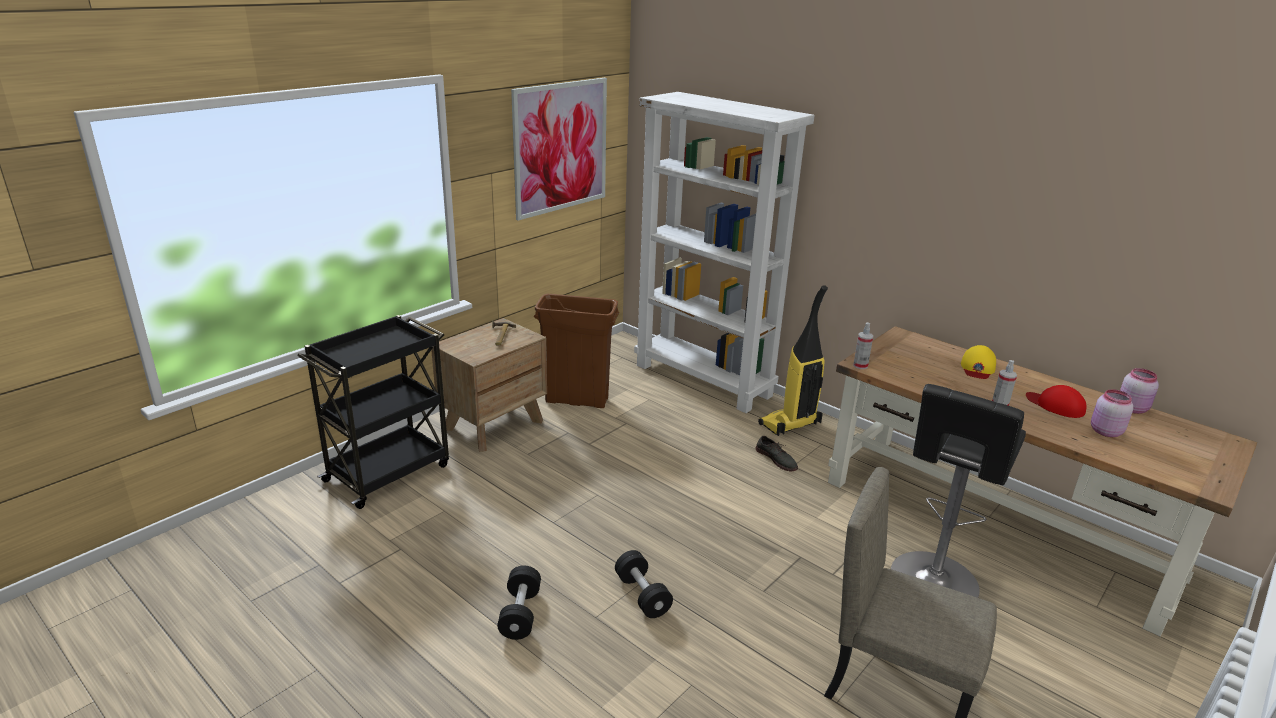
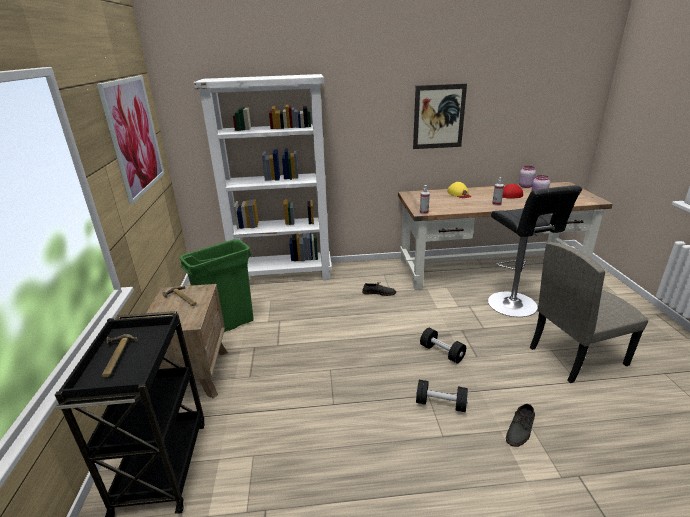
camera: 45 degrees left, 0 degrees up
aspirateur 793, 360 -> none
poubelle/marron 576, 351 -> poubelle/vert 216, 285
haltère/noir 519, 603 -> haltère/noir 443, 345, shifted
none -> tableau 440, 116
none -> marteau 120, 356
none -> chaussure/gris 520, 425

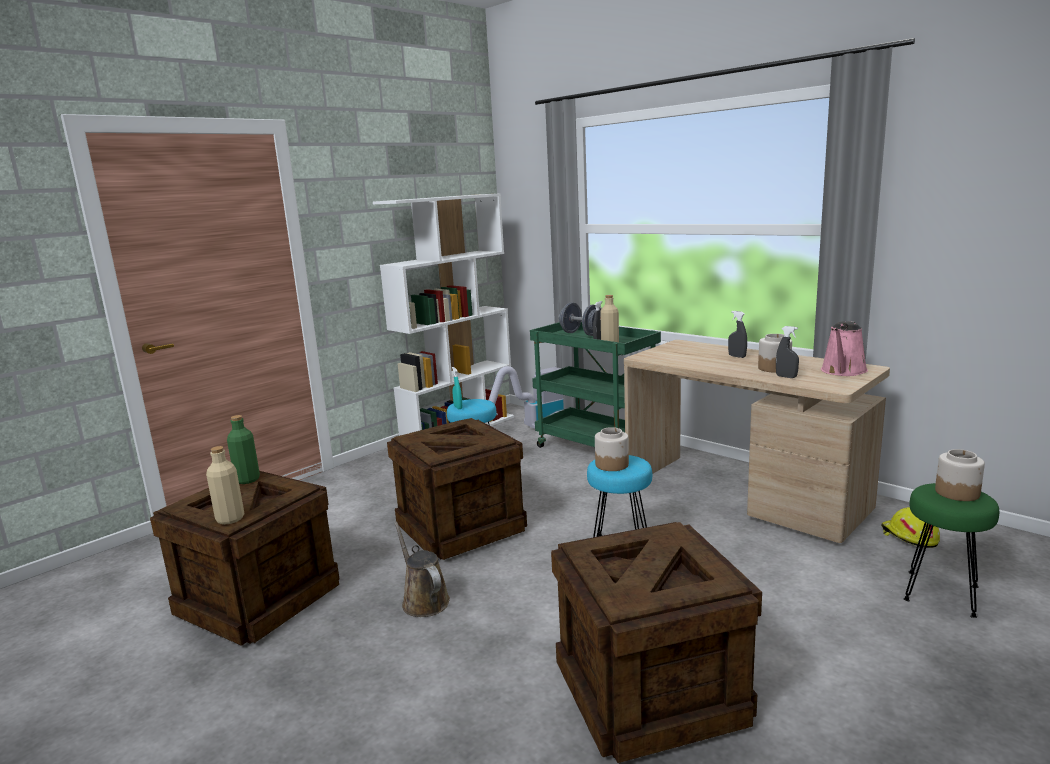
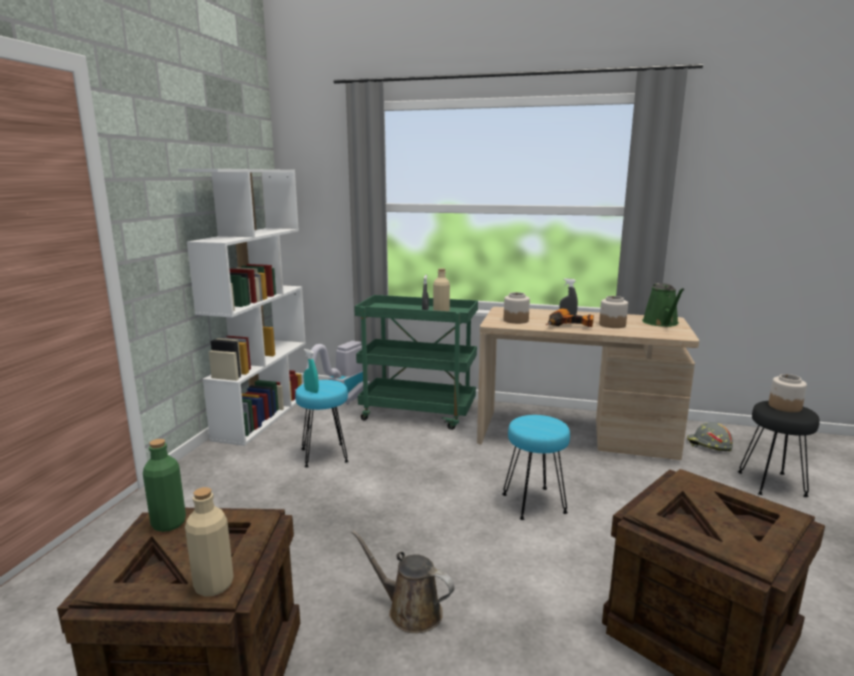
camera: 30 degrees left, 0 degrees up
haltère/gris 579, 319 -> none
arrosoir/rose 844, 348 -> arrosoir/vert 663, 305
vaporisateur/gris 787, 352 -> none
caisse 457, 489 -> none
bocal 612, 449 -> bocal 517, 308, shifted
tabouret/vert 951, 550 -> tabouret/noir 779, 449
casque de chantier/jaune 910, 527 -> casque de chantier/gris 710, 436
none -> perceuse 570, 318

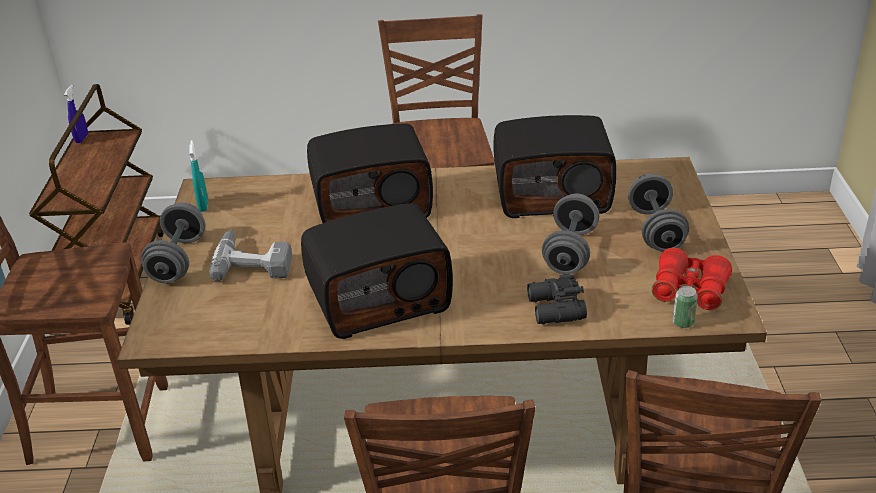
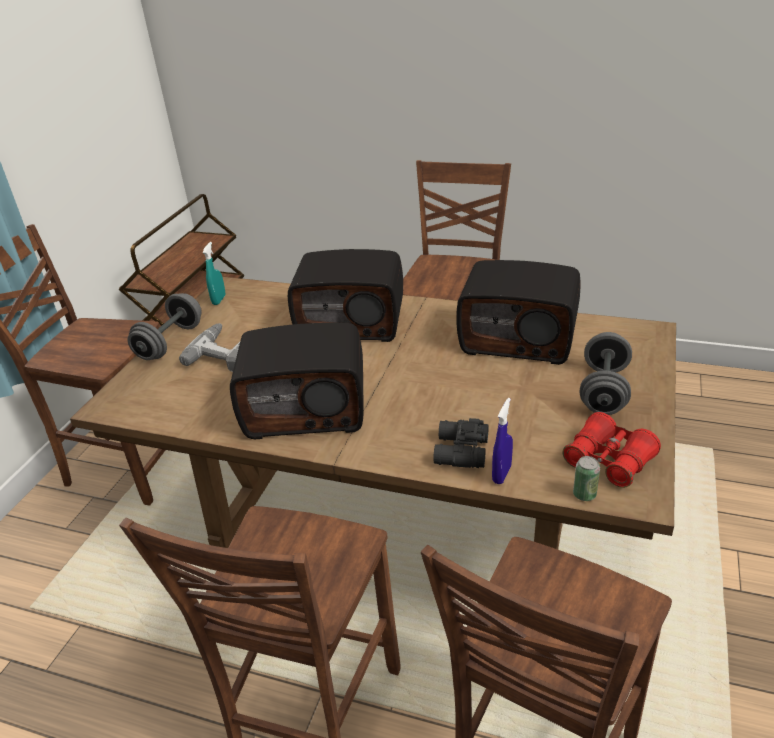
camera: 20 degrees right, 0 degrees up
vaporisateur/bleu 76, 114 -> vaporisateur/bleu 502, 441, shifted
haltère/gris 570, 233 -> none

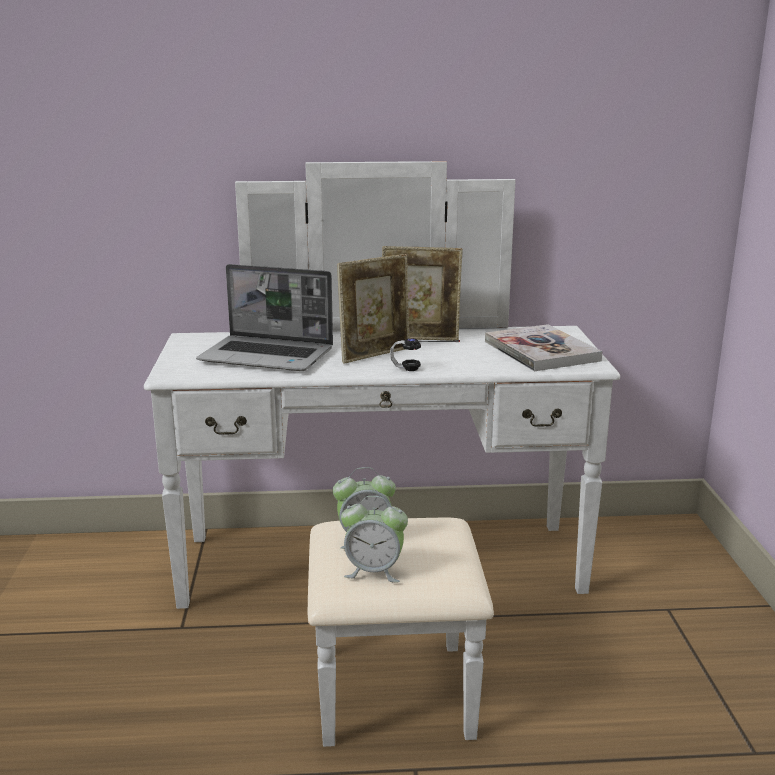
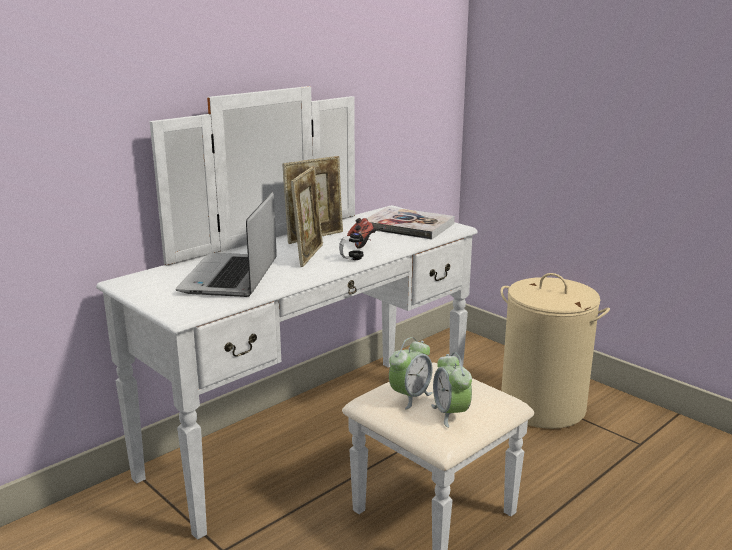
camera: 40 degrees left, 0 degrees up
ordinateur portable 264, 317 -> ordinateur portable 226, 244, 120 degrees clockwise
réveil 374, 539 -> réveil 451, 390, 105 degrees clockwise
none -> manette 361, 233
none -> panier à linge/beige 555, 351

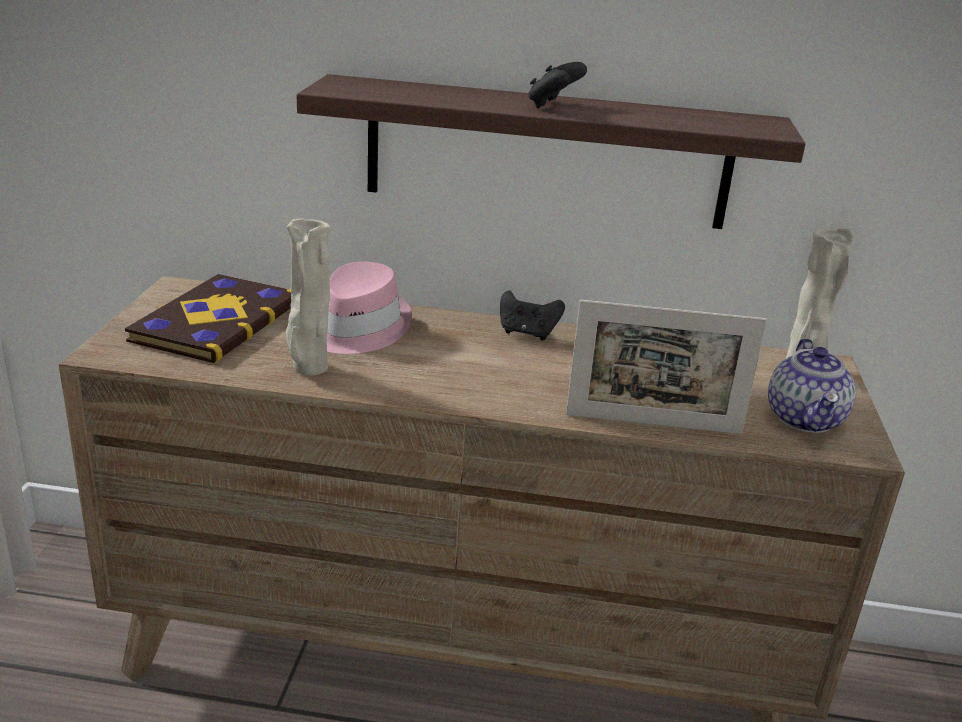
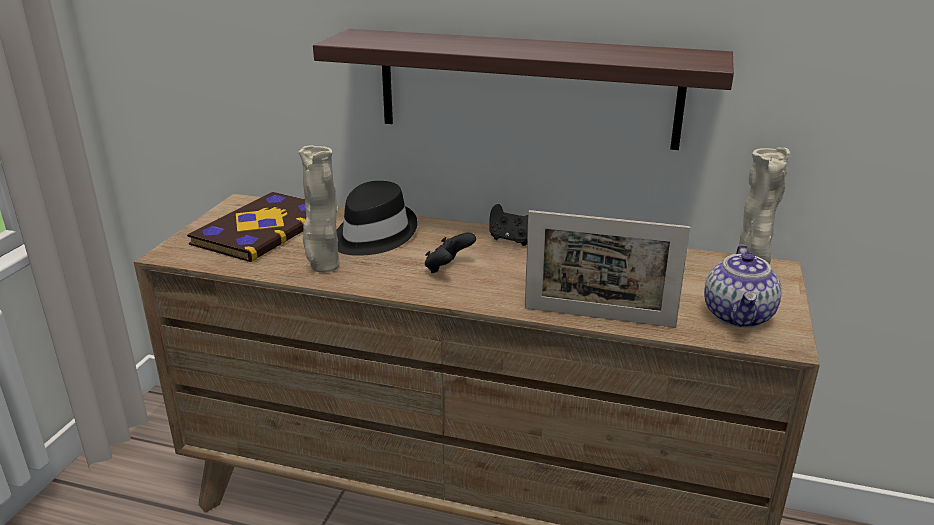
camera: 10 degrees right, 0 degrees up
manette/noir 557, 85 -> manette/noir 450, 252, shifted
chapeau/rose 369, 308 -> chapeau/noir 377, 218

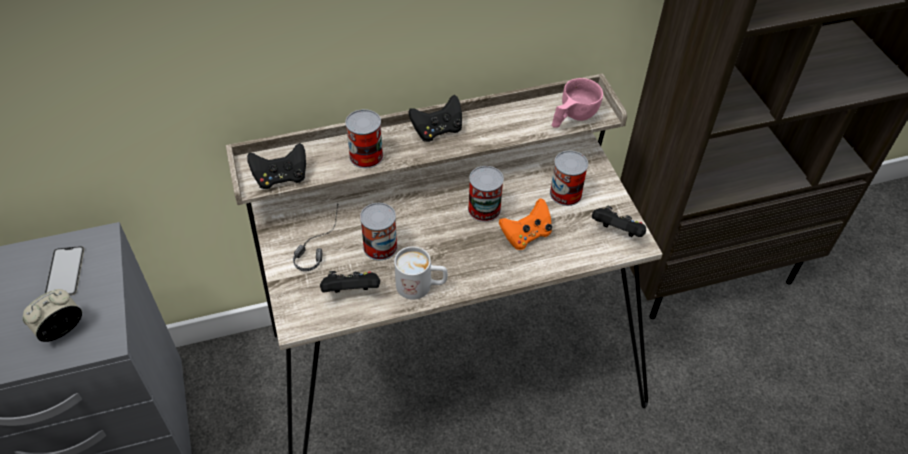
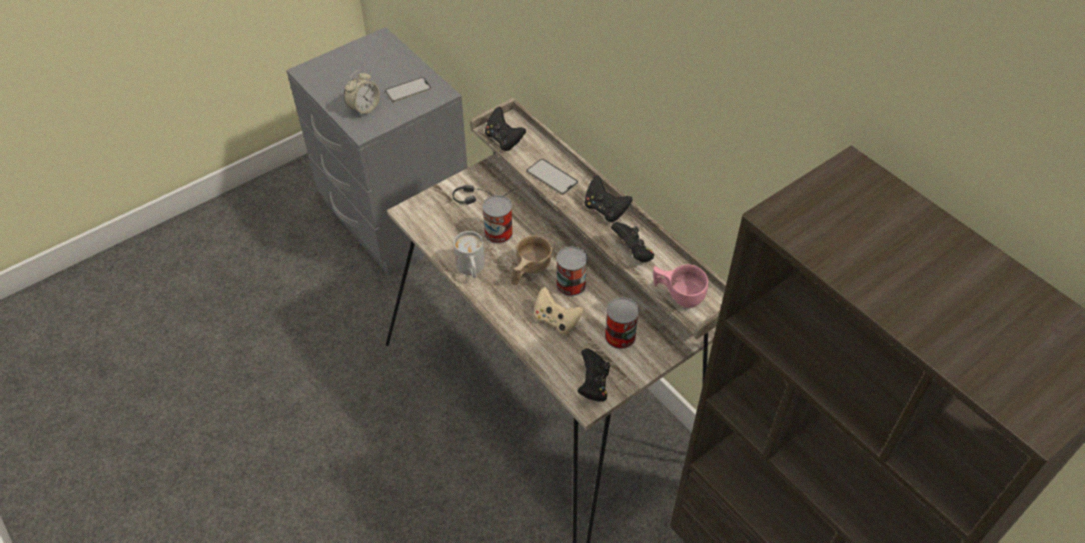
camera: 70 degrees right, 0 degrees up
boîte métallique 364, 138 -> téléphone 552, 177
manette/orange 525, 224 -> manette/beige 559, 311
manette/noir 350, 282 -> manette/noir 632, 242, shifted
réveil 52, 315 -> réveil 362, 93, 105 degrees clockwise
none -> tasse/beige 531, 260

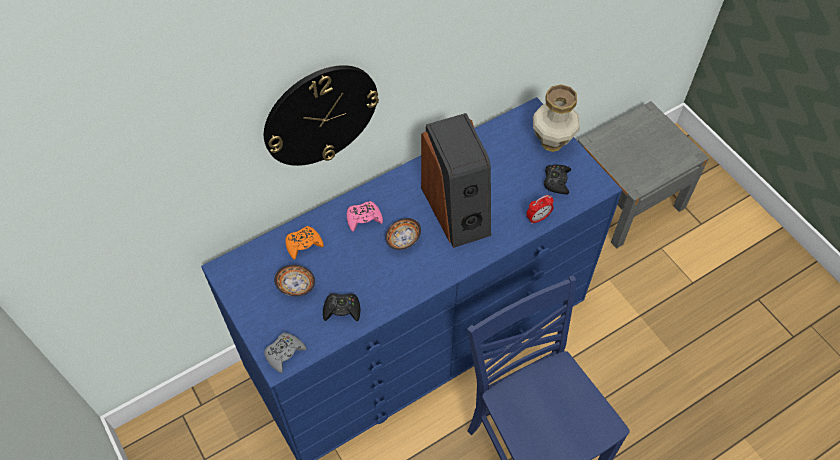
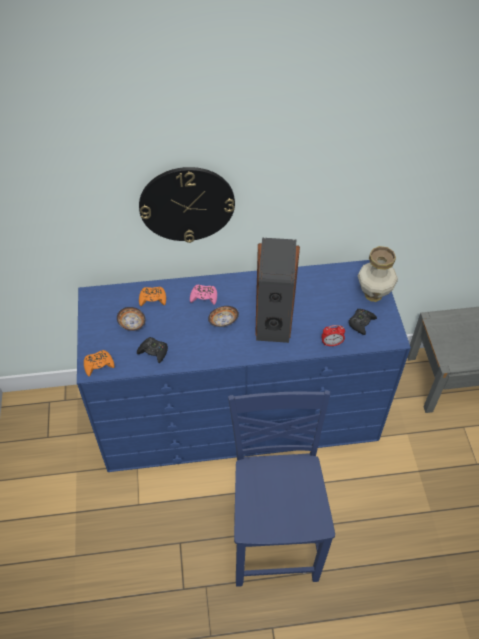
camera: 25 degrees right, 5 degrees down
manette/gris 285, 353 -> manette/orange 99, 363

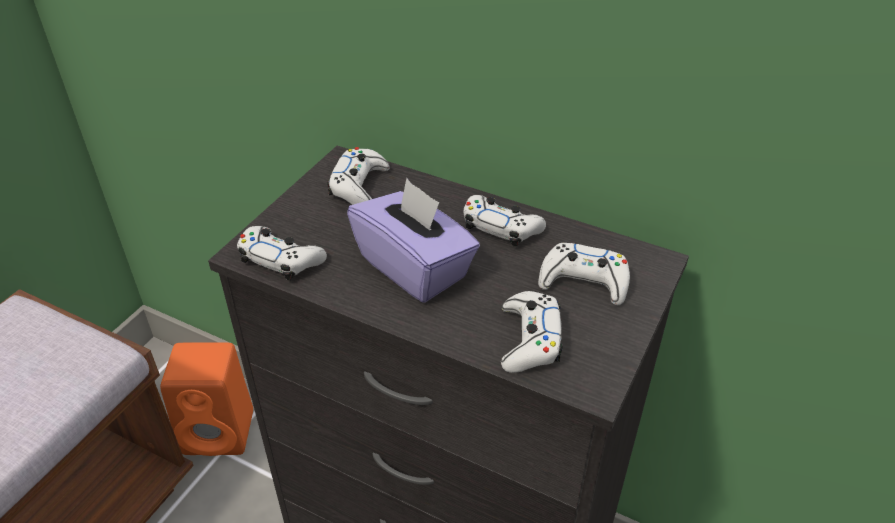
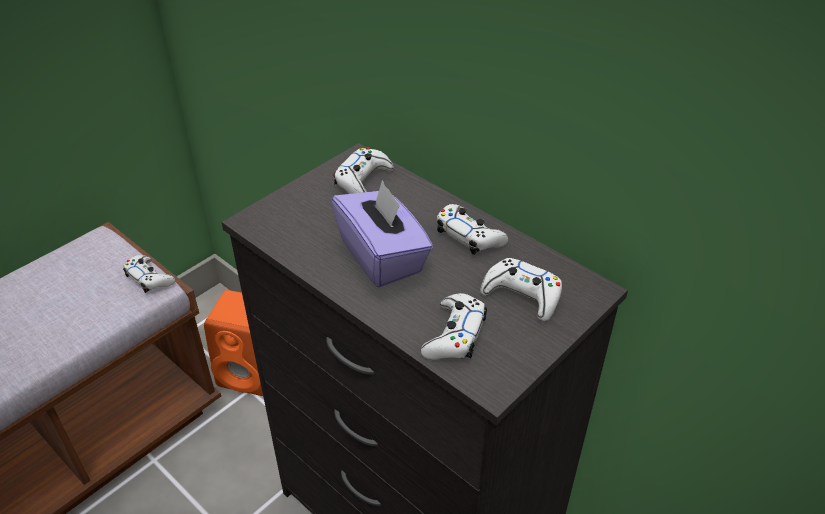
camera: 15 degrees right, 0 degrees up
manette/blanc 282, 253 -> manette/blanc 149, 274, shifted

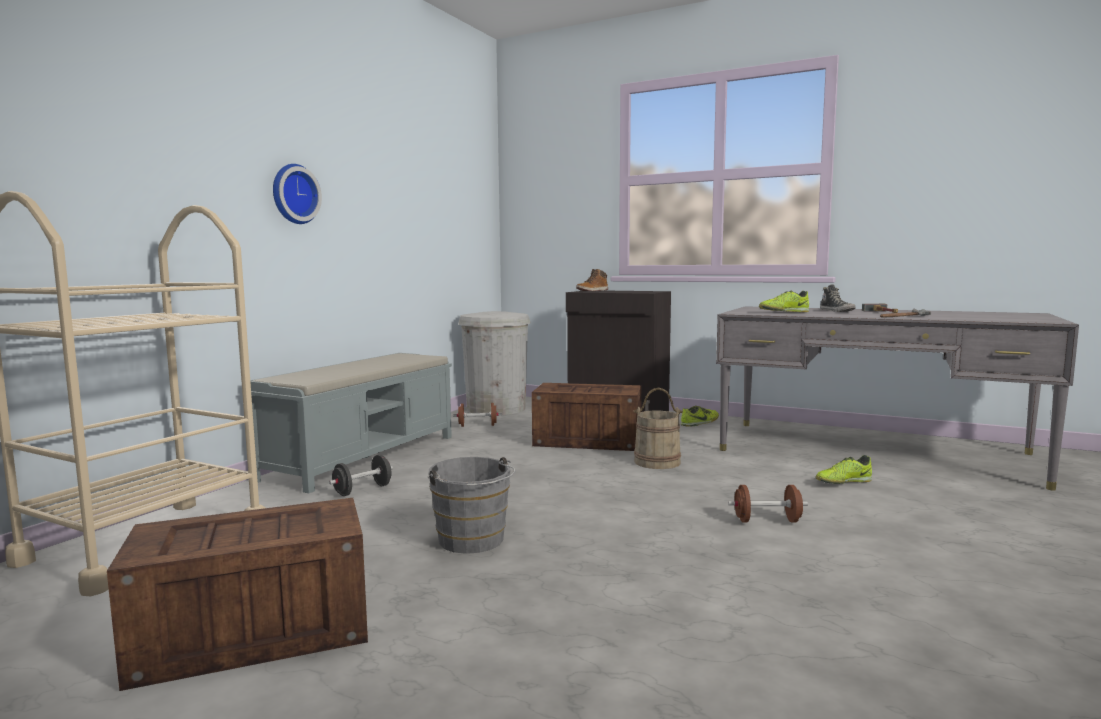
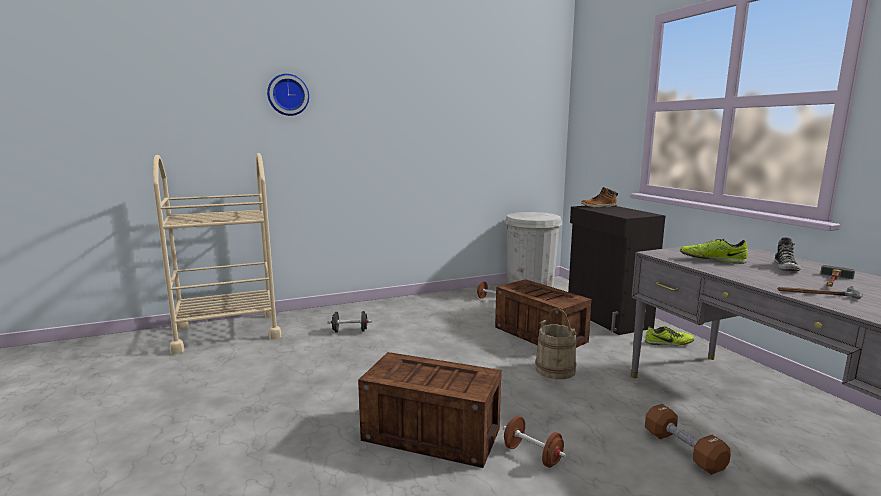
camera: 40 degrees right, 5 degrees up
horloge murale 297, 194 -> horloge murale 288, 95, shifted
banc/gris 351, 423 -> none
chaussure 843, 469 -> haltère/marron 688, 439
seau/gris 471, 505 -> none
caisse 237, 594 -> caisse 429, 410, shifted

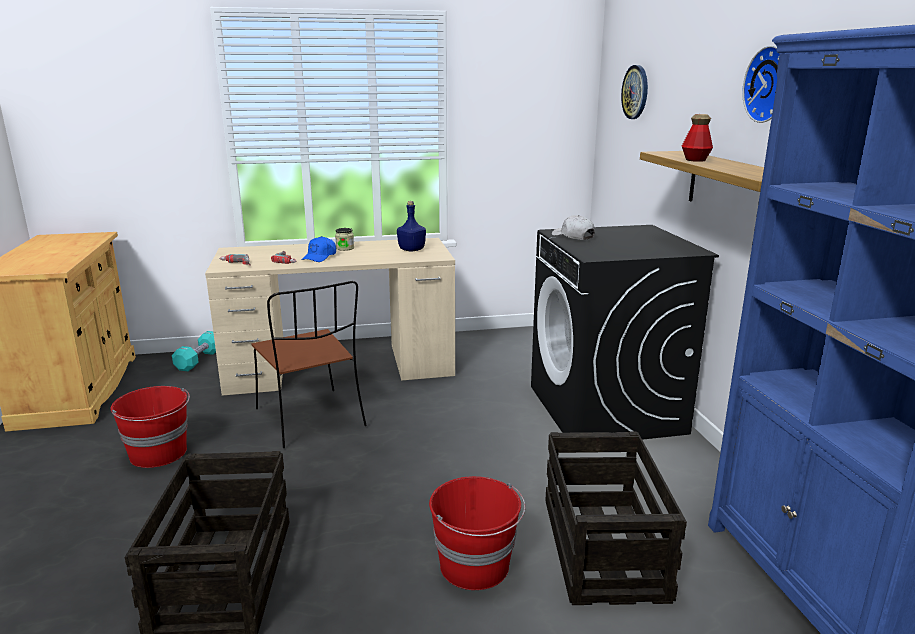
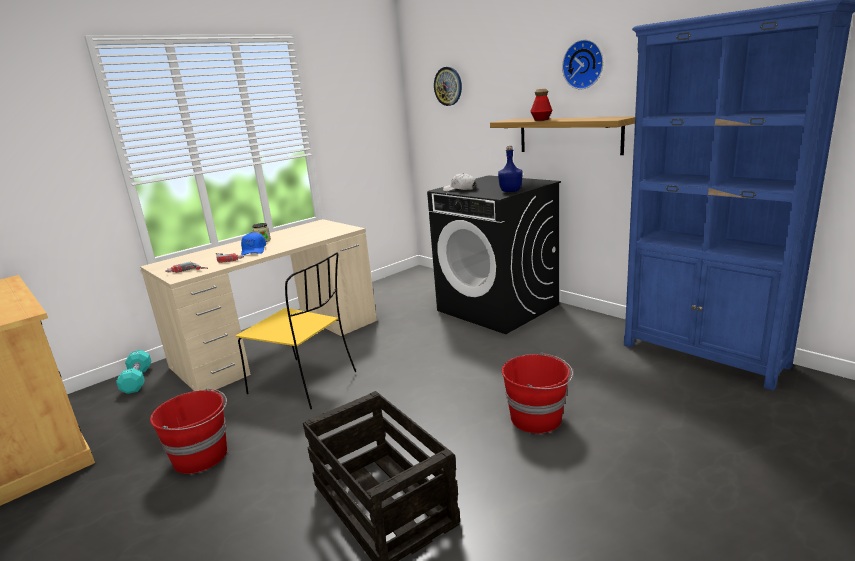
camera: 30 degrees left, 0 degrees up
bouteille/bleu 411, 226 -> bouteille/bleu 510, 169, shifted
chaise/marron 309, 364 -> chaise/jaune 296, 330
caisse 616, 518 -> none

